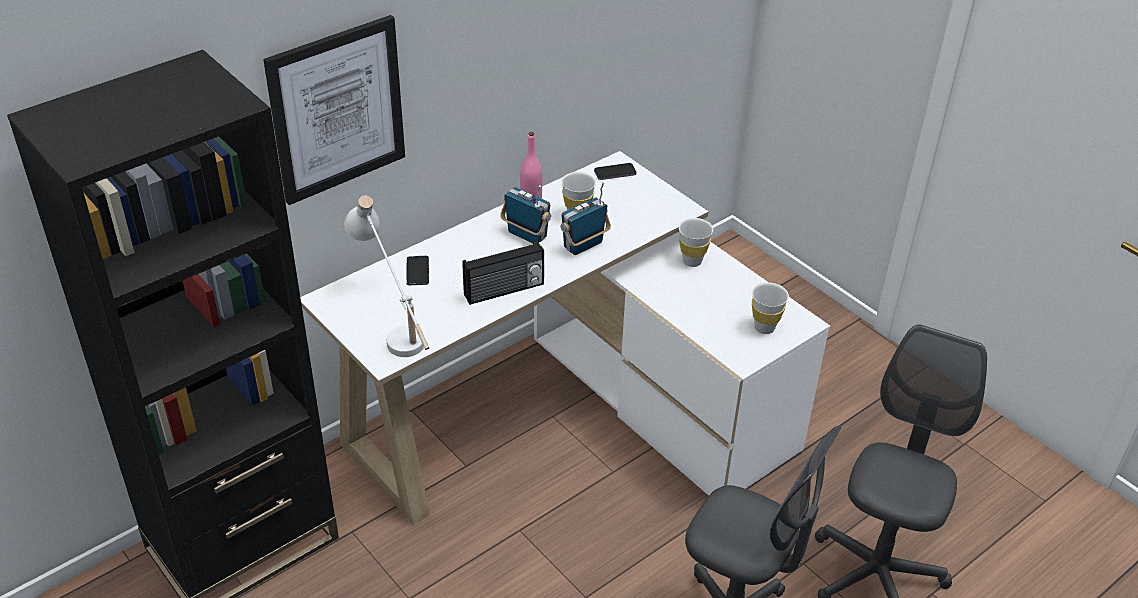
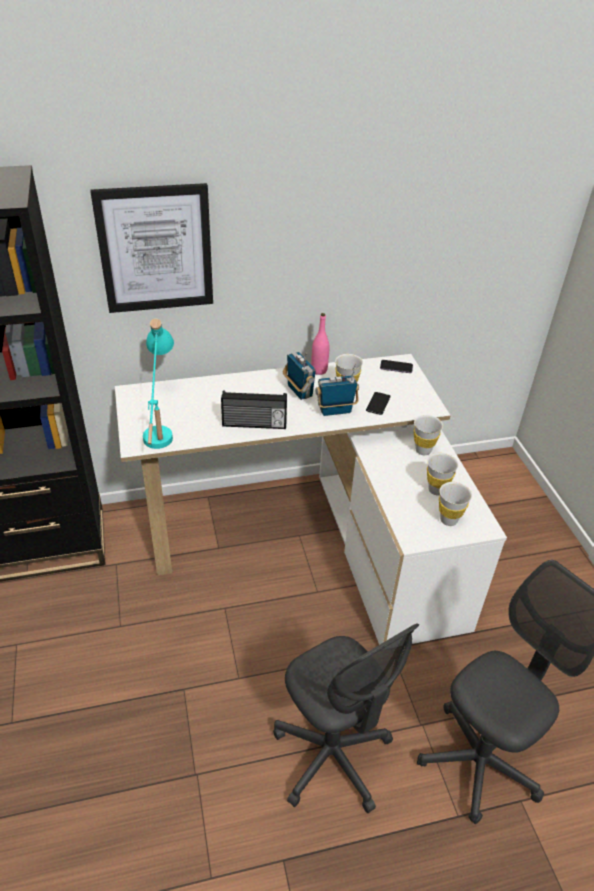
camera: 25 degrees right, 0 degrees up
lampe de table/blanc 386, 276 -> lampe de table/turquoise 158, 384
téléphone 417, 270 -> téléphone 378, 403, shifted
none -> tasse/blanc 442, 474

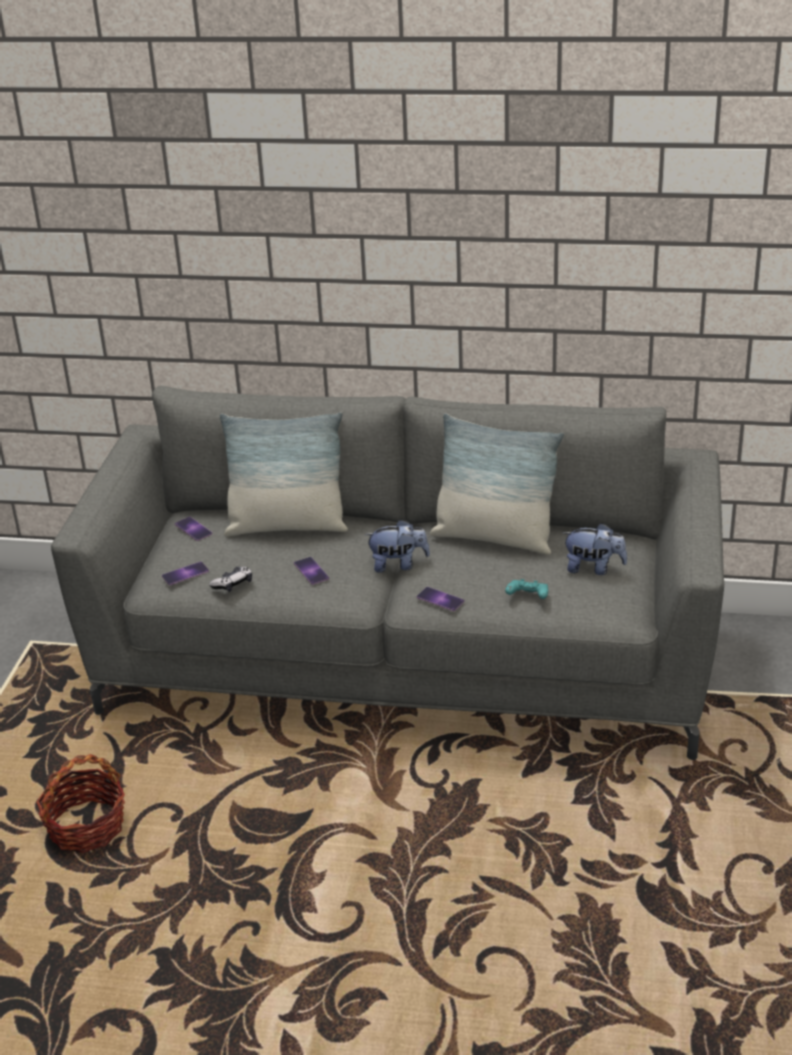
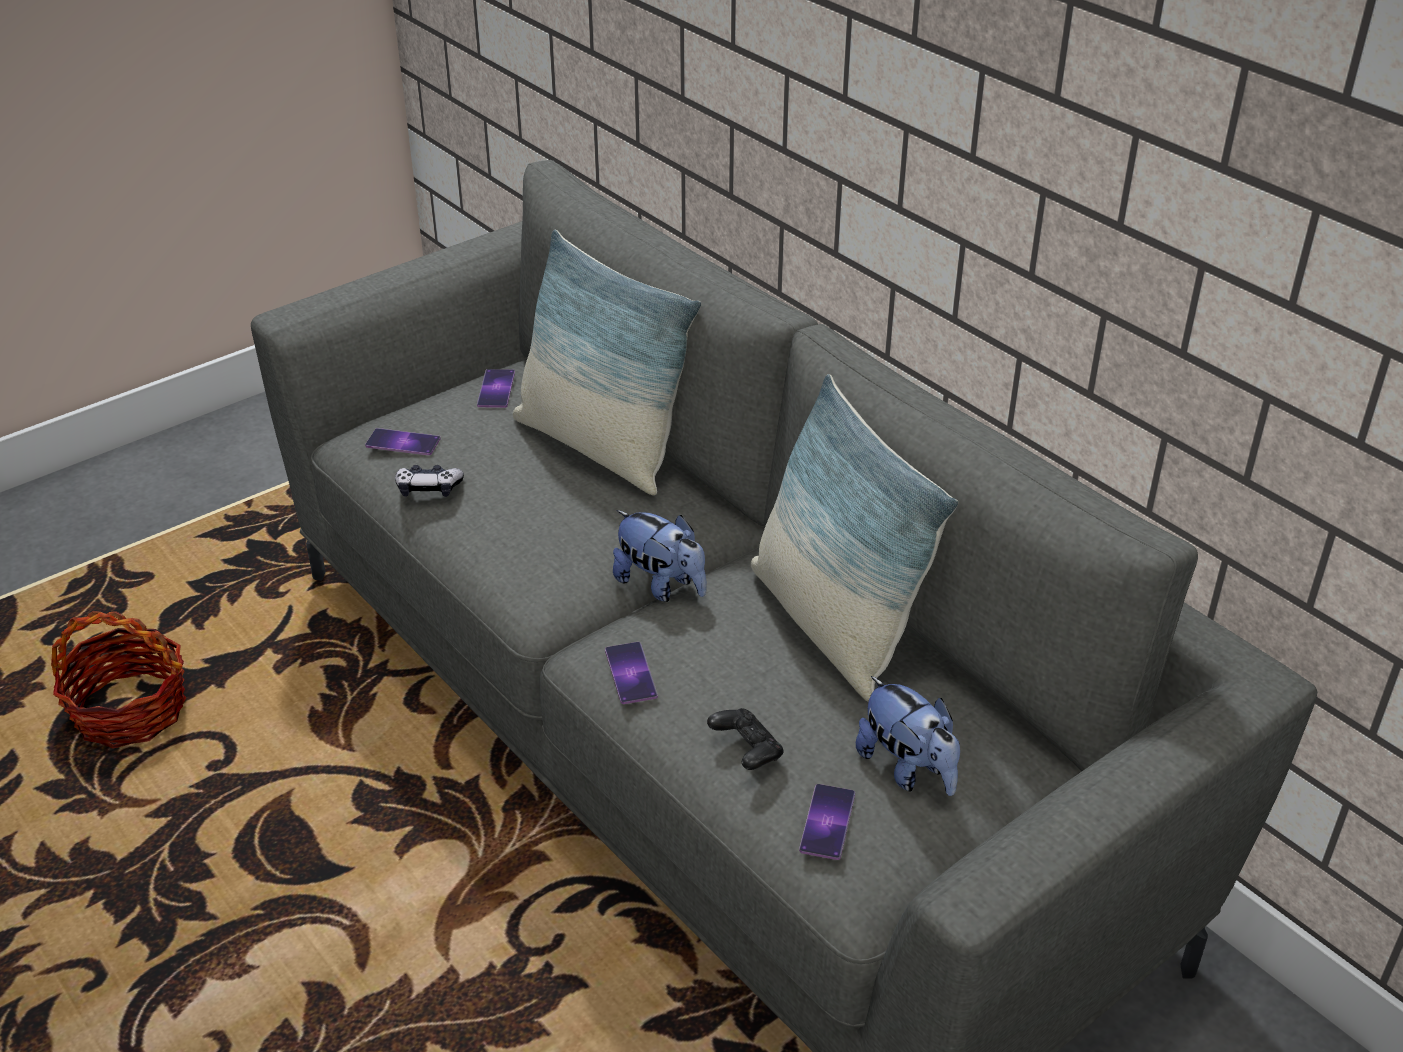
camera: 40 degrees right, 5 degrees up
téléphone 311, 571 -> téléphone 827, 822, shifted
manette/turquoise 526, 589 -> manette/noir 745, 739

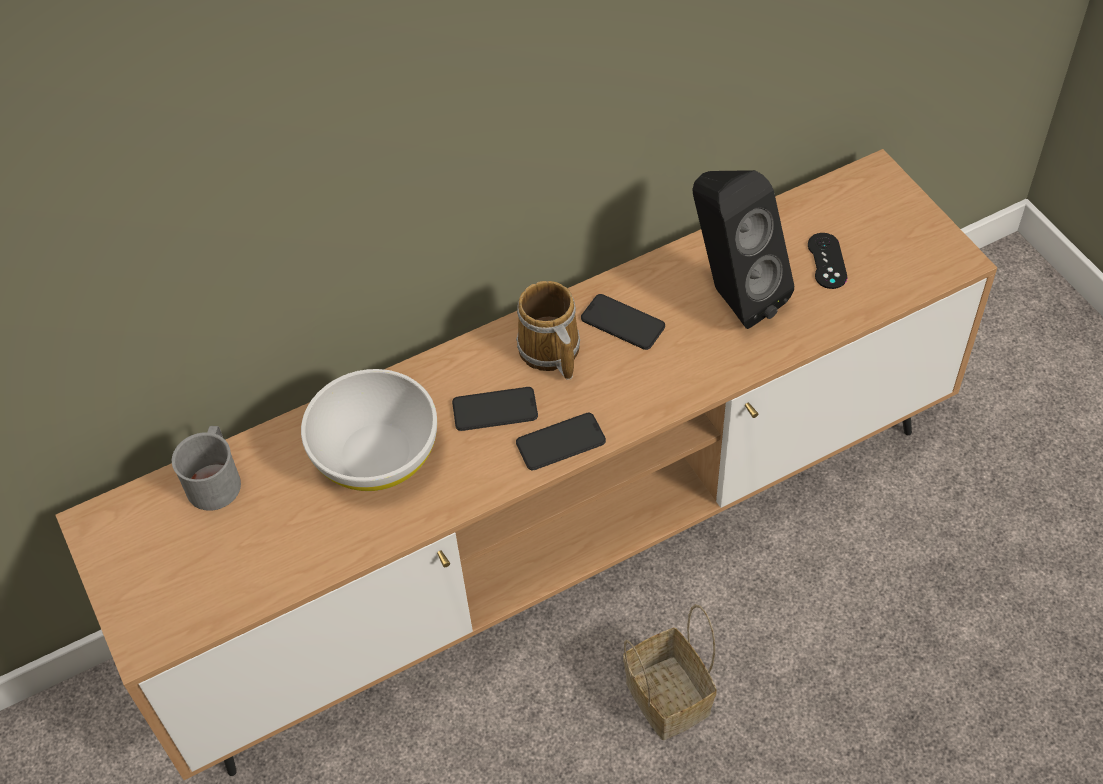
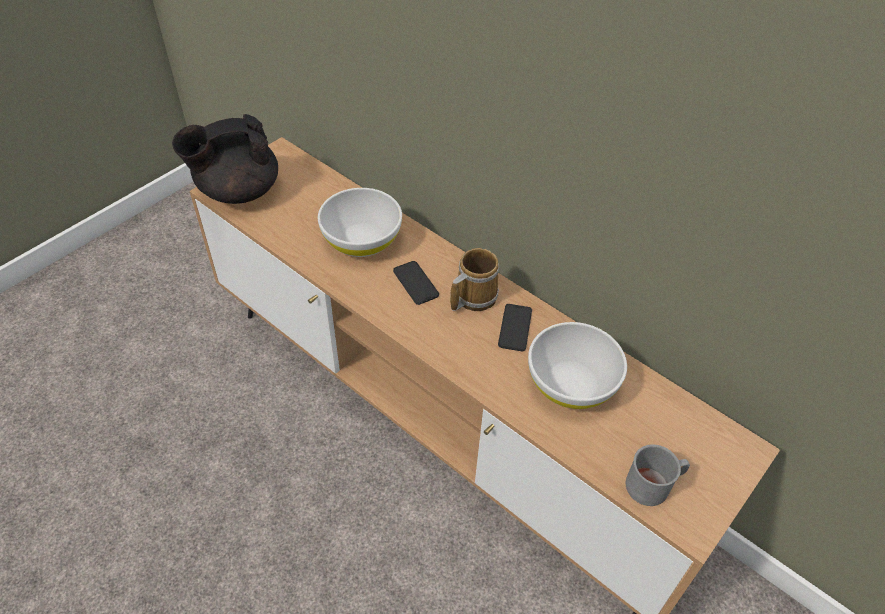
camera: 65 degrees right, 5 degrees down
enceinte/noir 743, 249 -> bol/blanc 577, 365
manette/noir 827, 261 -> none
téléphone 561, 441 -> none
mug/gris 206, 468 -> mug/gris 658, 475, shifted
panier 670, 672 -> none
none -> théière/noir 225, 159

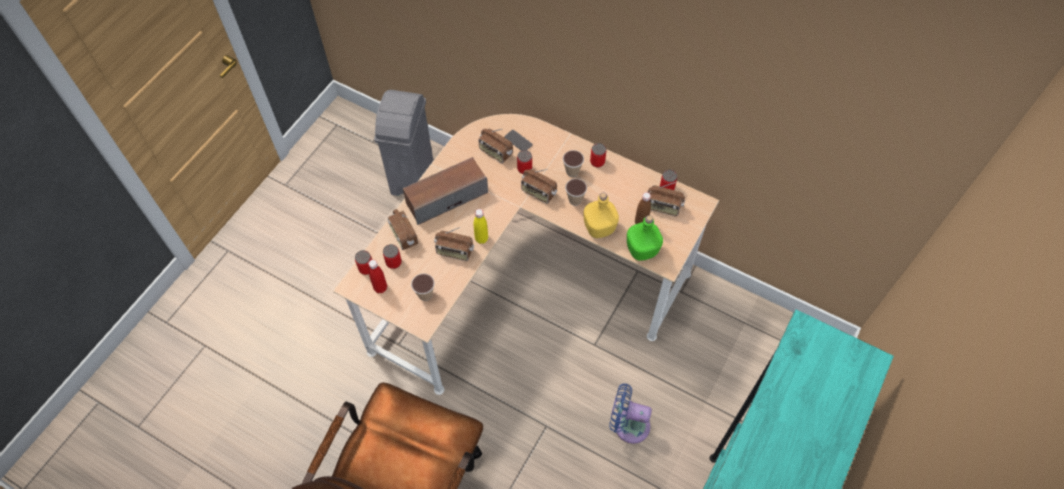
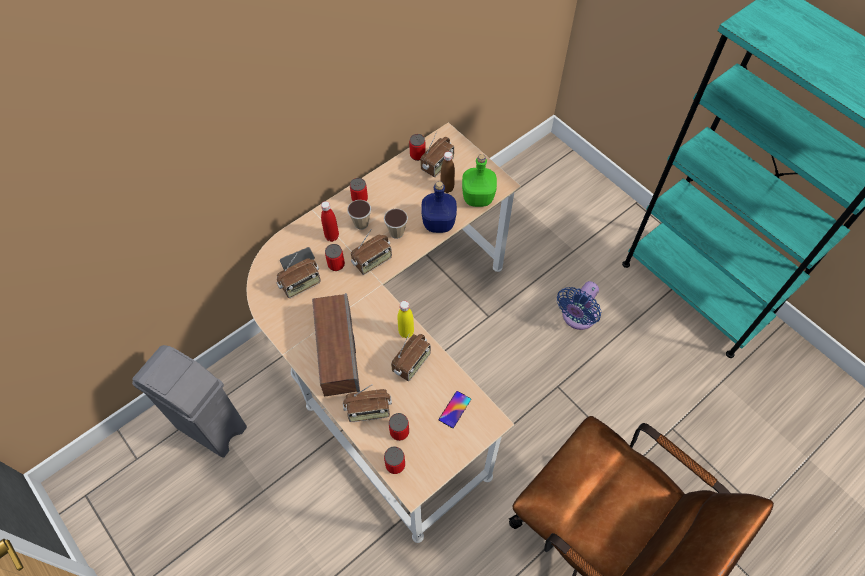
camera: 70 degrees left, 0 degrees up
bouteille/jaune 601, 215 -> bouteille/bleu 439, 207
bouteille/rouge 377, 276 -> bouteille/rouge 330, 221, shifted
tasse 422, 287 -> téléphone 455, 409

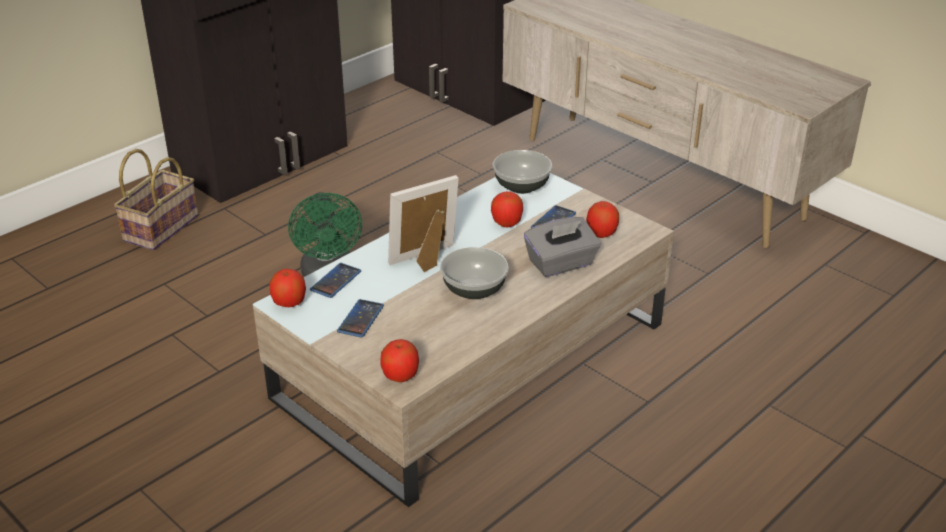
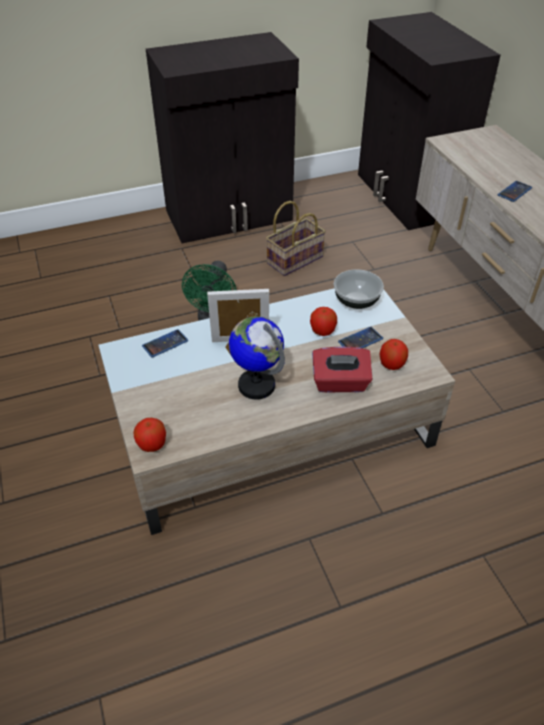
camera: 25 degrees right, 10 degrees up
panier 156, 199 -> panier 296, 238, shifted
boîte à mouchoirs/gris 562, 247 -> boîte à mouchoirs/rouge 342, 369
bol 474, 273 -> globe 257, 358
pomme 288, 288 -> none
téléphone 360, 318 -> téléphone 515, 191, shifted

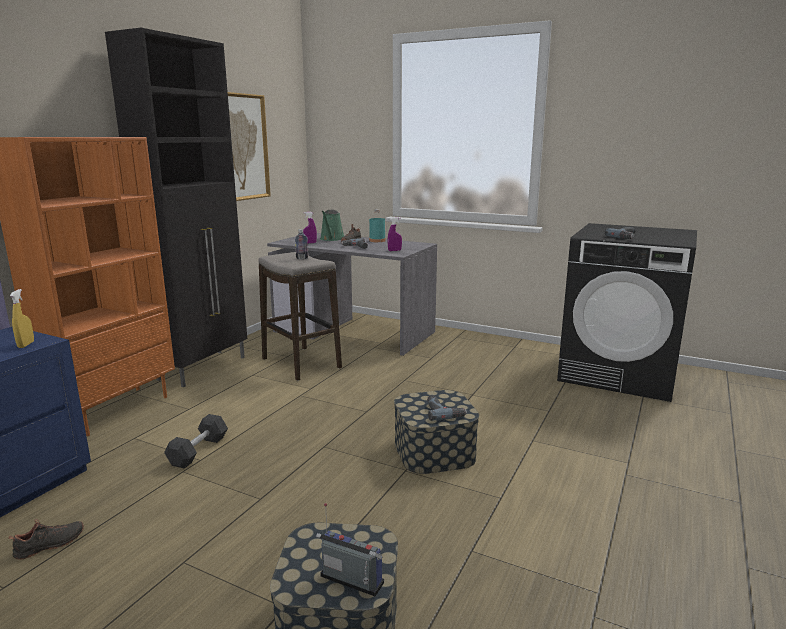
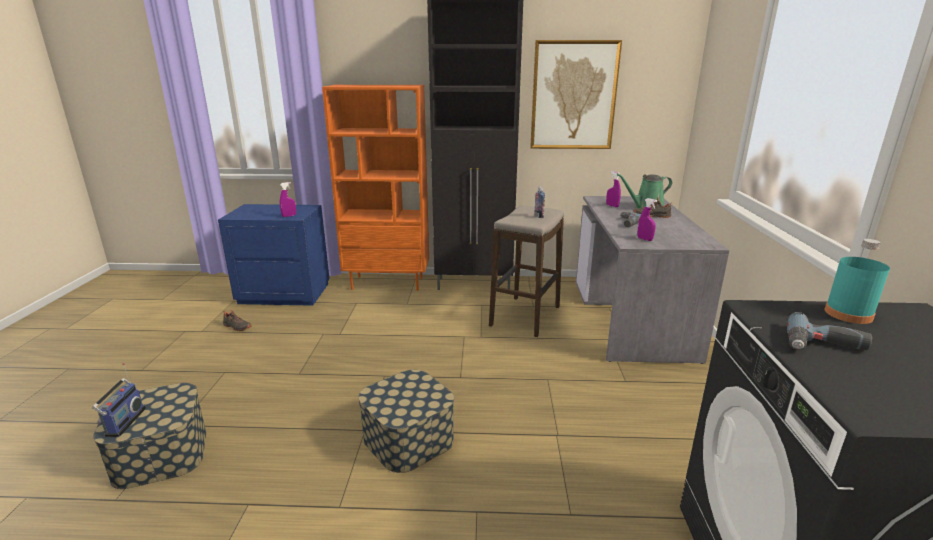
camera: 65 degrees right, 5 degrees up
bouteille/turquoise 377, 225 -> bouteille/turquoise 857, 281, shifted
vaporisateur/jaune 22, 318 -> vaporisateur/violet 288, 199
perceuse 447, 408 -> none
haltère/noir 196, 441 -> none

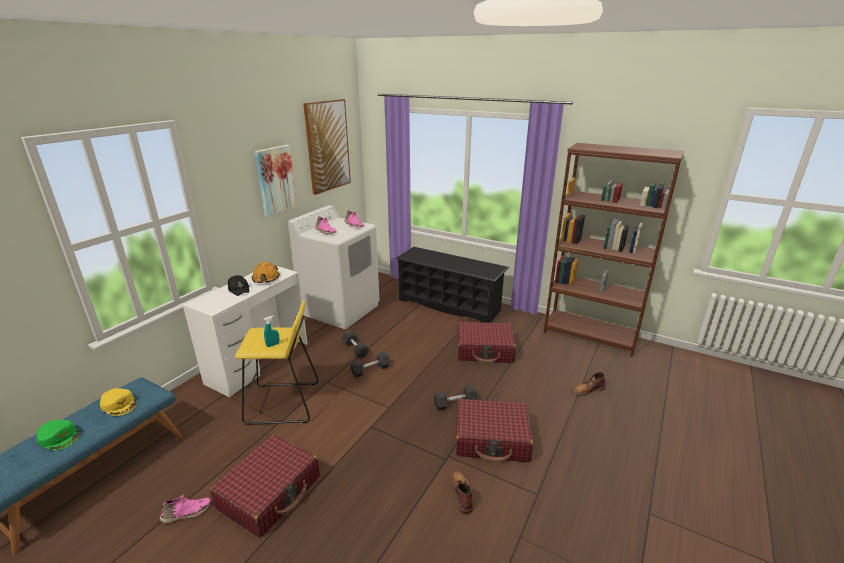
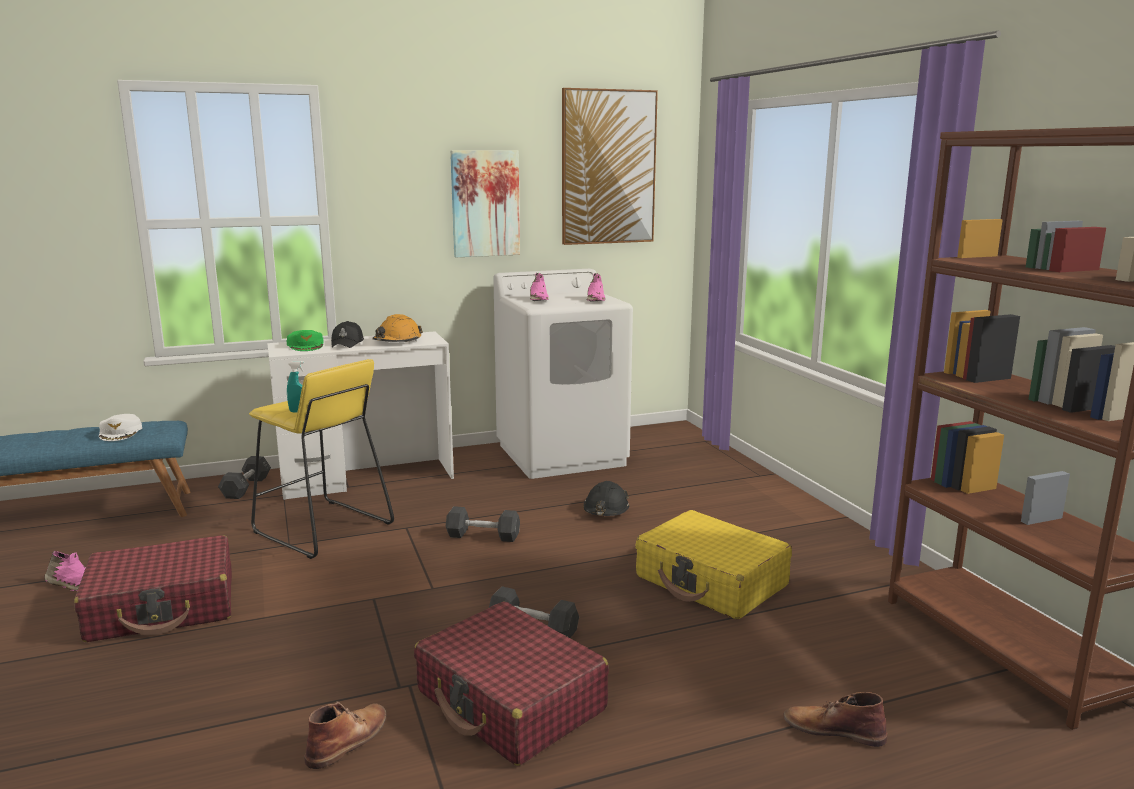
camera: 40 degrees right, 10 degrees down
étagère à chaussures/noir 452, 285 -> none
valise/rouge 486, 342 -> valise/jaune 713, 564
haltère/gris 356, 344 -> haltère/gris 244, 477, shifted
casquette/jaune 118, 402 -> casquette/blanc 120, 427
casquette/vert 58, 435 -> casquette/vert 305, 340, shifted
none -> casque de chantier/noir 606, 498

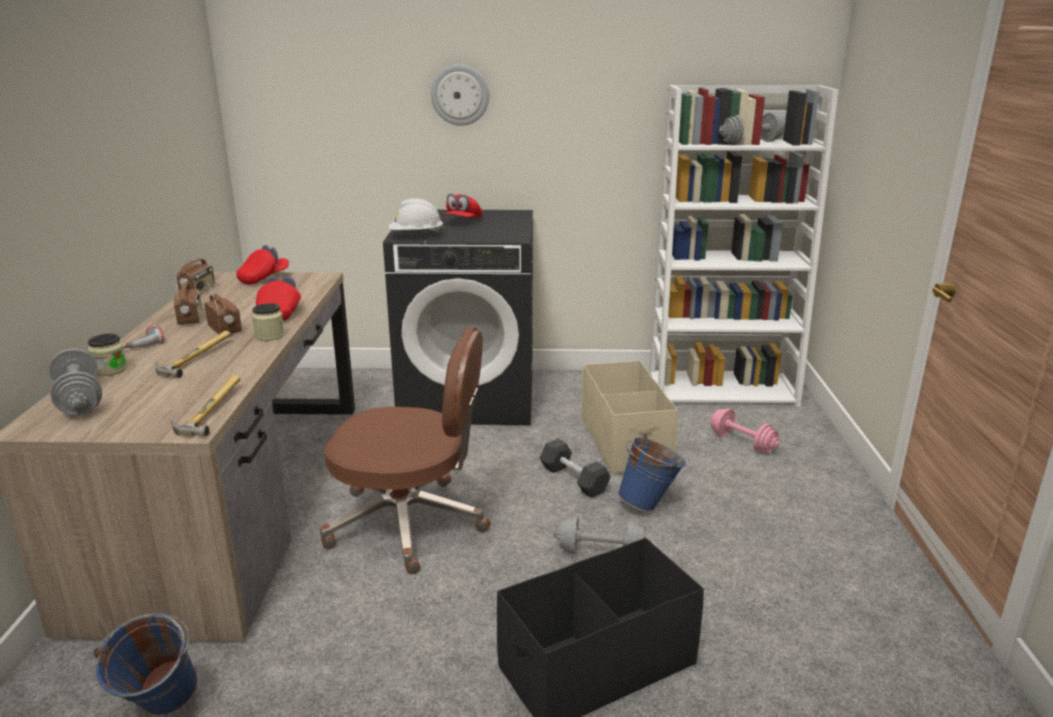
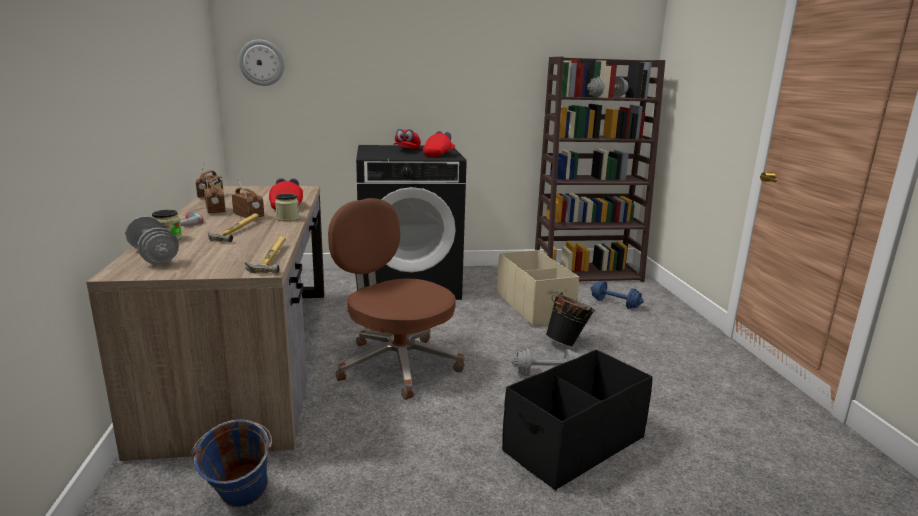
camera: 10 degrees left, 5 degrees down
horloge murale 460, 95 -> horloge murale 262, 62, shifted
bibliothèque/blanc 743, 246 -> bibliothèque/marron 600, 169
casque de chantier/blanc 416, 216 -> none
casquette/rouge 262, 264 -> casquette/rouge 439, 144, shifted
chaise de bureau/marron 405, 450 -> chaise de bureau/marron 396, 299, 135 degrees counterclockwise
haltère/rose 745, 430 -> haltère/bleu 617, 295
seau/bleu 651, 473 -> seau/noir 570, 319
haltère/noir 575, 468 -> none

